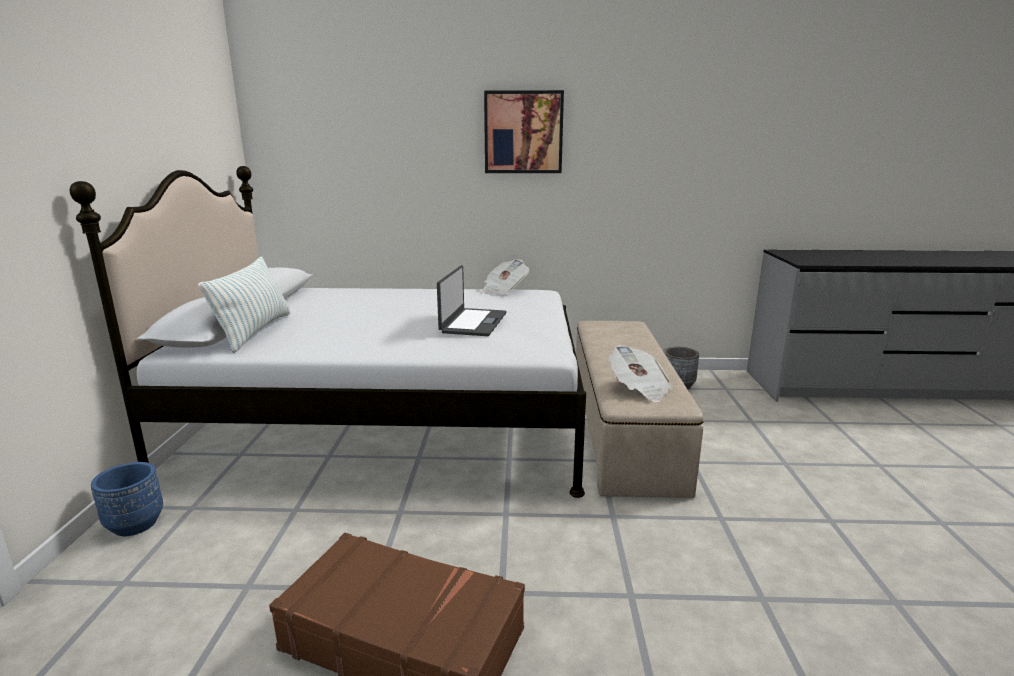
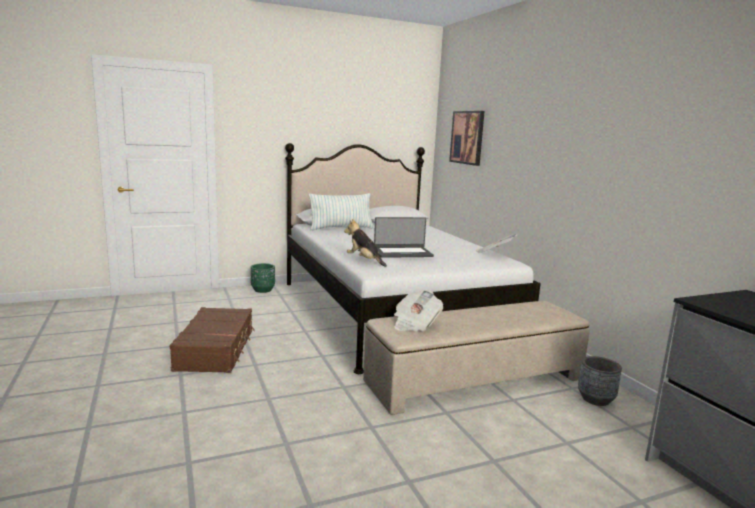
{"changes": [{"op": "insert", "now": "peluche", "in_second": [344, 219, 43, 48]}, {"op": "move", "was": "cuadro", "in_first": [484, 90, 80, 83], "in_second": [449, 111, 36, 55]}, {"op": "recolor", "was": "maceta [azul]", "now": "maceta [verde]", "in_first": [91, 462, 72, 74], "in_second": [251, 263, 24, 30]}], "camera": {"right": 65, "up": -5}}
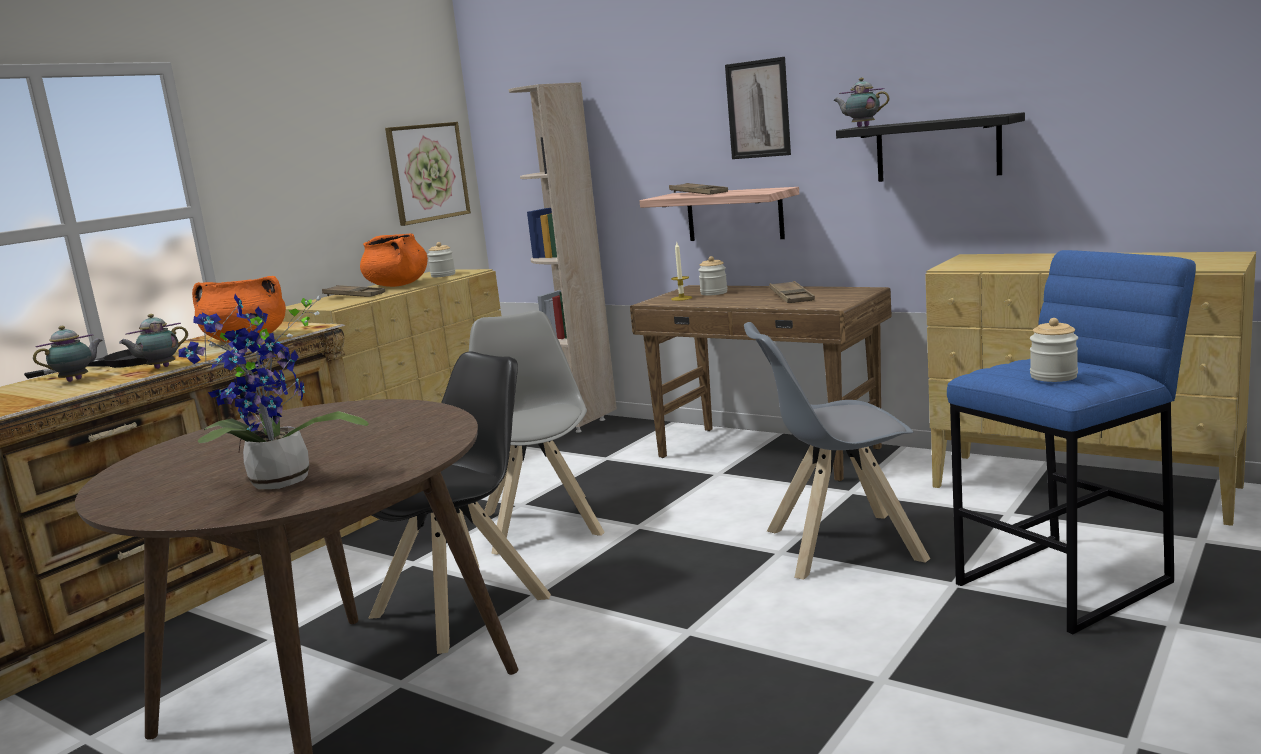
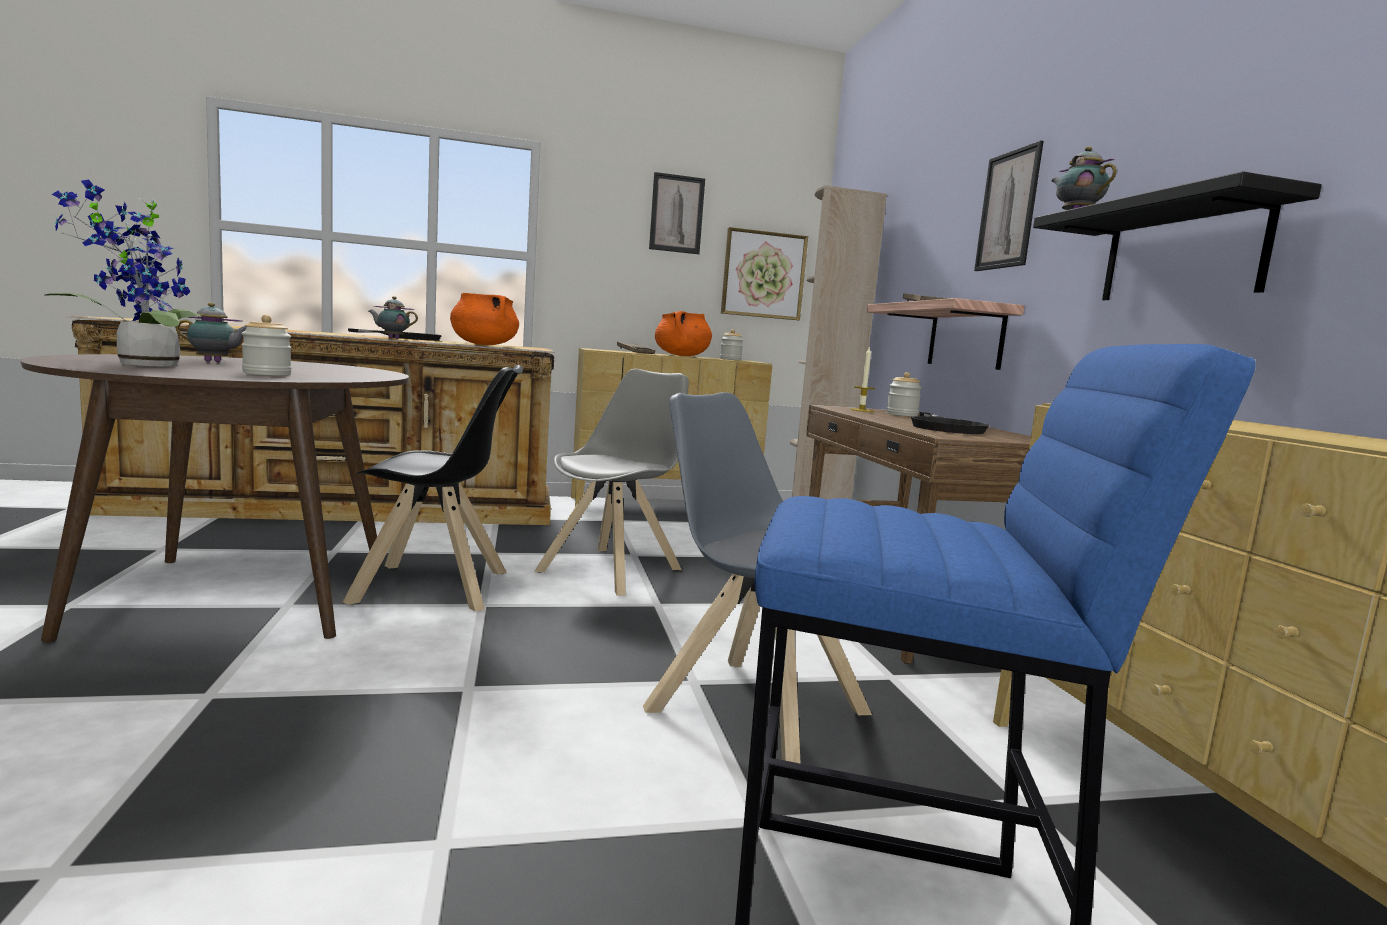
{"changes": [{"op": "insert", "now": "cuadro", "in_second": [649, 172, 56, 82]}, {"op": "move", "was": "tetera", "in_first": [33, 326, 69, 56], "in_second": [176, 303, 71, 59]}, {"op": "move", "was": "tarro", "in_first": [1030, 318, 48, 64], "in_second": [241, 315, 51, 61]}, {"op": "replace", "was": "bandeja [marrón]", "now": "sartén [negro]", "in_first": [769, 281, 46, 22], "in_second": [911, 412, 78, 22]}], "camera": {"right": 40, "up": -5}}
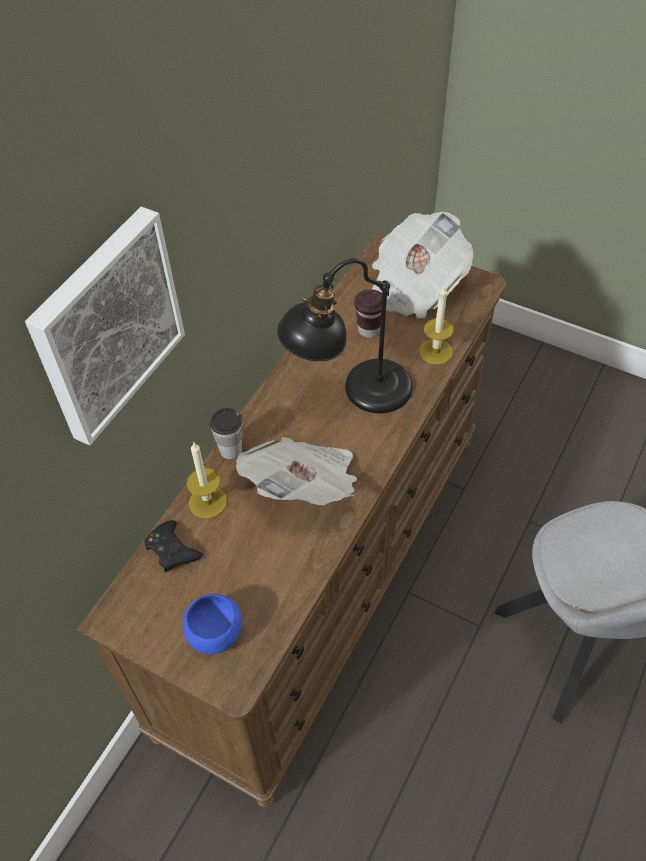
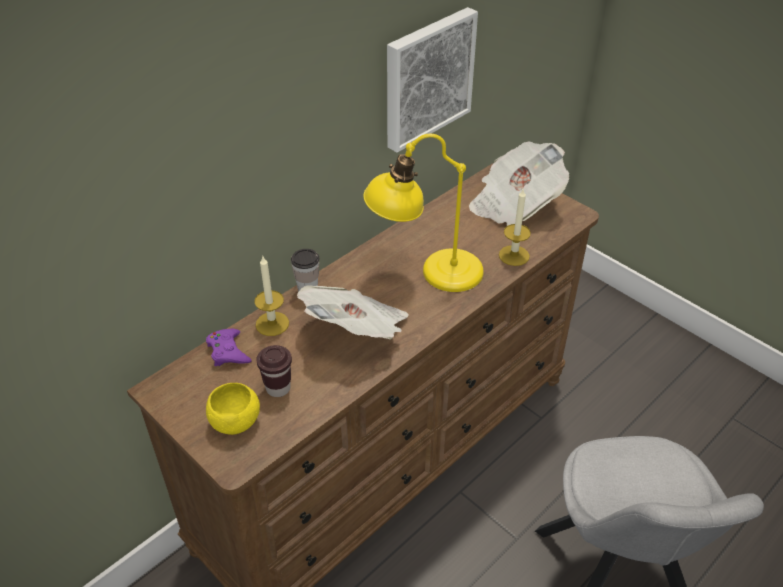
{"changes": [{"op": "move", "was": "cuadro", "in_first": [25, 207, 160, 239], "in_second": [387, 7, 91, 146]}, {"op": "move", "was": "taza [marrón]", "in_first": [354, 289, 28, 49], "in_second": [256, 345, 36, 52]}, {"op": "recolor", "was": "mando de consola [negro]", "now": "mando de consola [morado]", "in_first": [144, 520, 59, 53], "in_second": [206, 329, 46, 37]}, {"op": "recolor", "was": "cuenco [azul]", "now": "cuenco [amarillo]", "in_first": [183, 594, 59, 60], "in_second": [206, 383, 54, 52]}, {"op": "recolor", "was": "lámpara de mesa [negro]", "now": "lámpara de mesa [amarillo]", "in_first": [277, 259, 136, 154], "in_second": [363, 134, 121, 158]}], "camera": {"right": 15, "up": -10}}
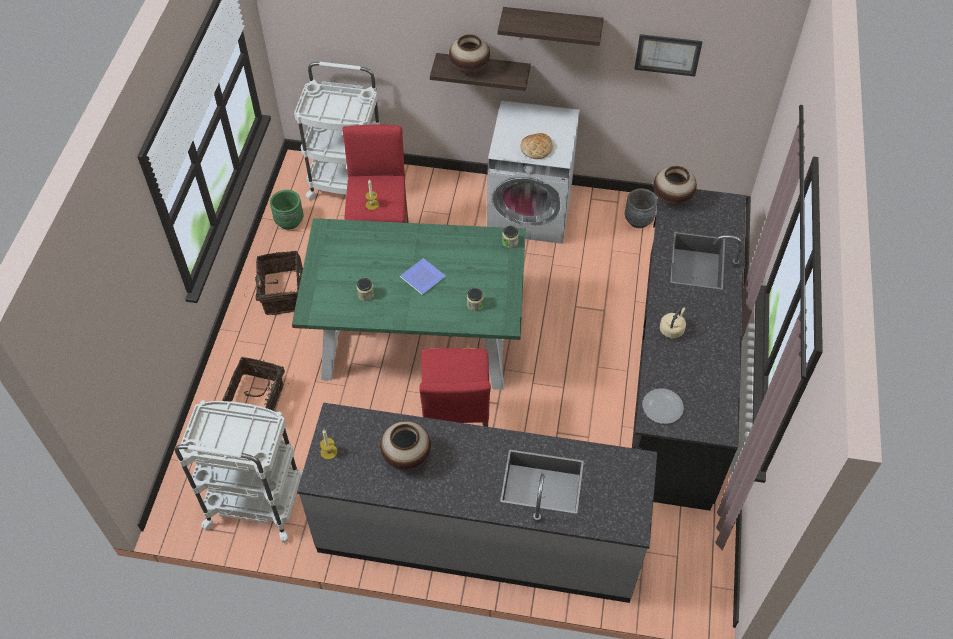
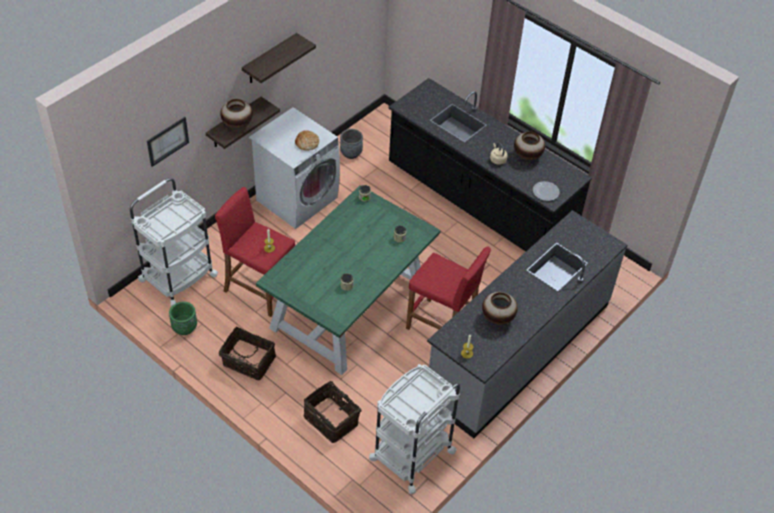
{"changes": [{"op": "delete", "was": "plato", "in_first": [400, 258, 46, 37]}, {"op": "move", "was": "cuadro", "in_first": [634, 34, 69, 43], "in_second": [147, 117, 42, 50]}, {"op": "move", "was": "florero", "in_first": [654, 166, 43, 40], "in_second": [514, 132, 31, 29]}], "camera": {"right": -60, "up": -5}}
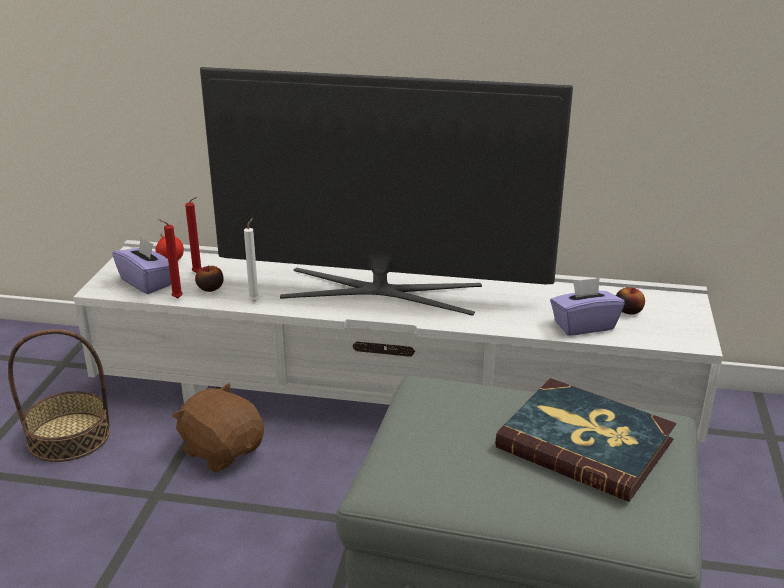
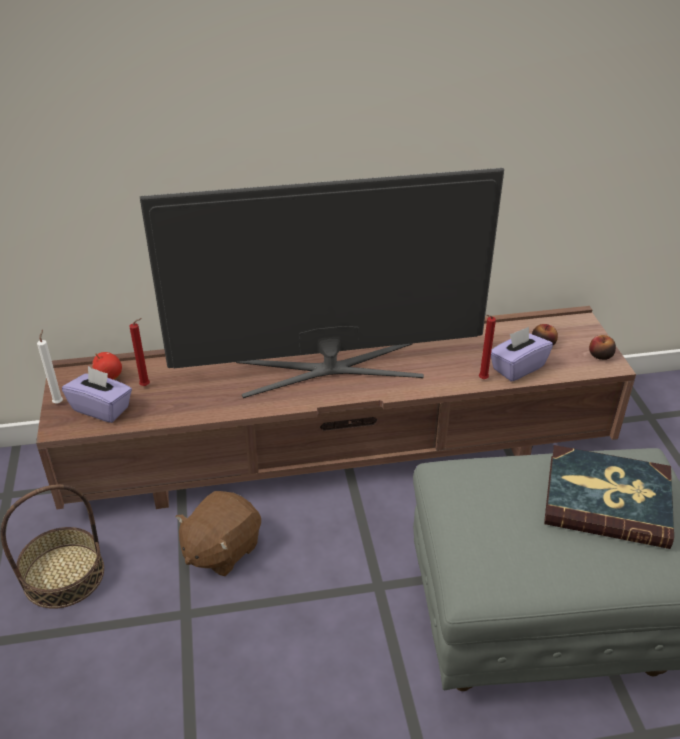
{"changes": [{"op": "move", "was": "vela [rojo]", "in_first": [158, 219, 25, 79], "in_second": [479, 315, 17, 64]}, {"op": "move", "was": "manzana", "in_first": [195, 265, 29, 27], "in_second": [589, 335, 27, 25]}, {"op": "move", "was": "vela [blanco]", "in_first": [244, 218, 16, 84], "in_second": [37, 330, 26, 73]}, {"op": "recolor", "was": "mueble de televisión [blanco]", "now": "mueble de televisión [marrón]", "in_first": [74, 240, 649, 202], "in_second": [36, 306, 600, 203]}, {"op": "rotate", "was": "peluche [marrón]", "in_first": [172, 383, 92, 89], "in_second": [176, 491, 85, 85], "clockwise": -75}], "camera": {"right": -20, "up": 10}}
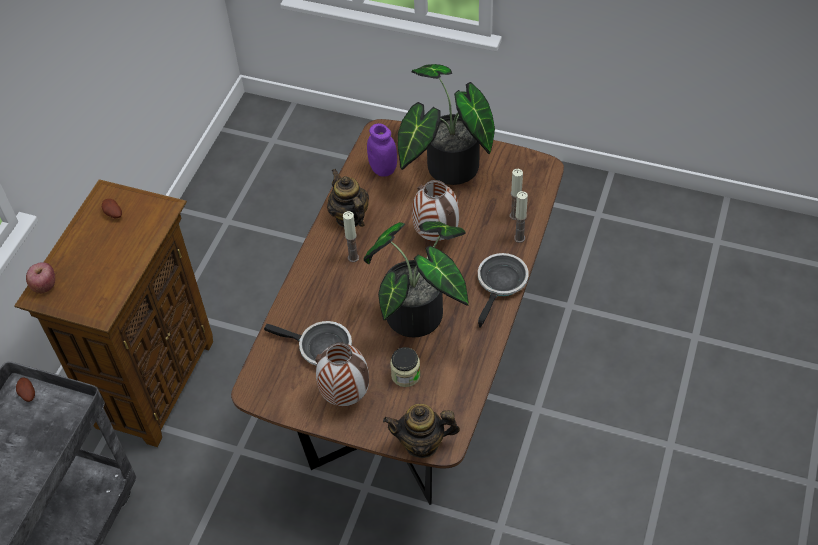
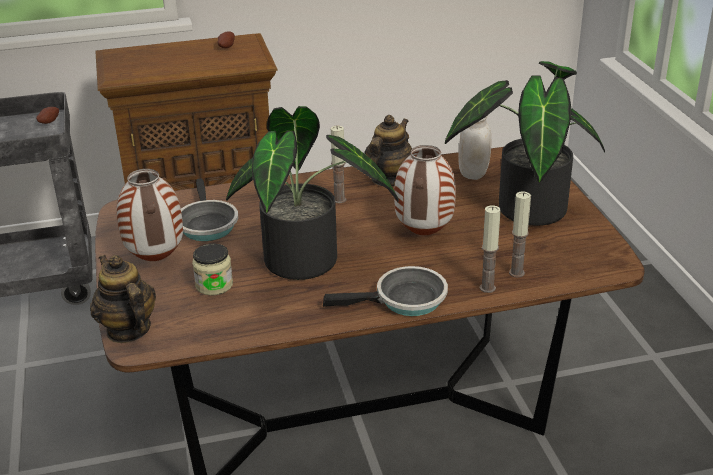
{"changes": [{"op": "delete", "was": "manzana", "in_first": [26, 262, 29, 32]}, {"op": "recolor", "was": "tarro [morado]", "now": "tarro [blanco]", "in_first": [367, 123, 30, 54], "in_second": [458, 115, 33, 65]}], "camera": {"right": 55, "up": -20}}
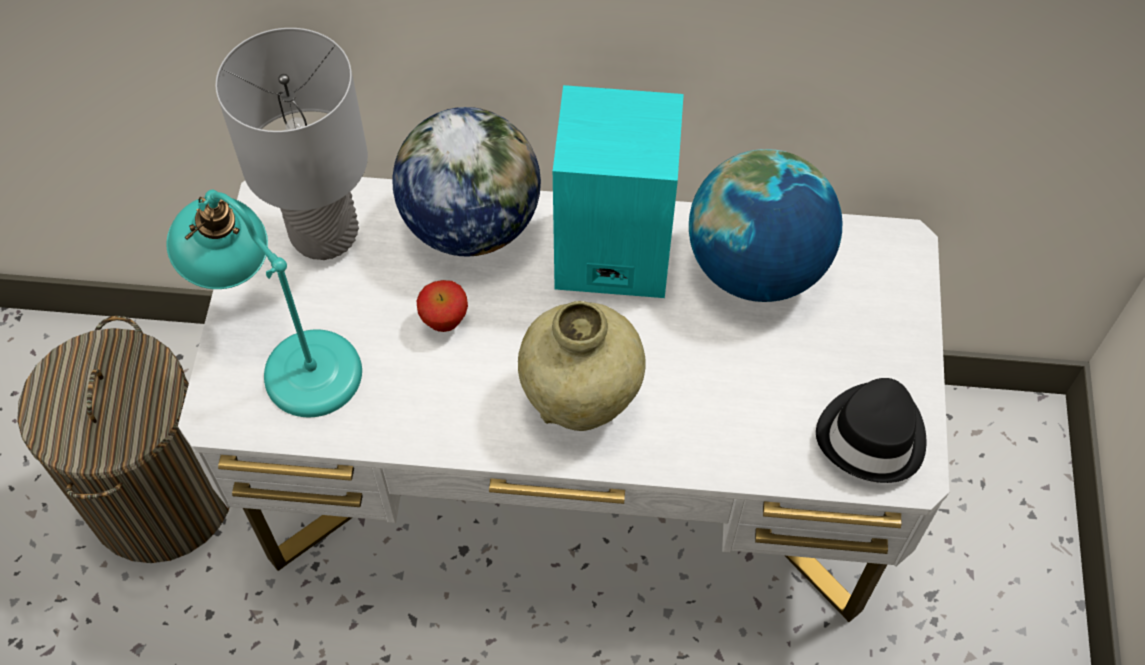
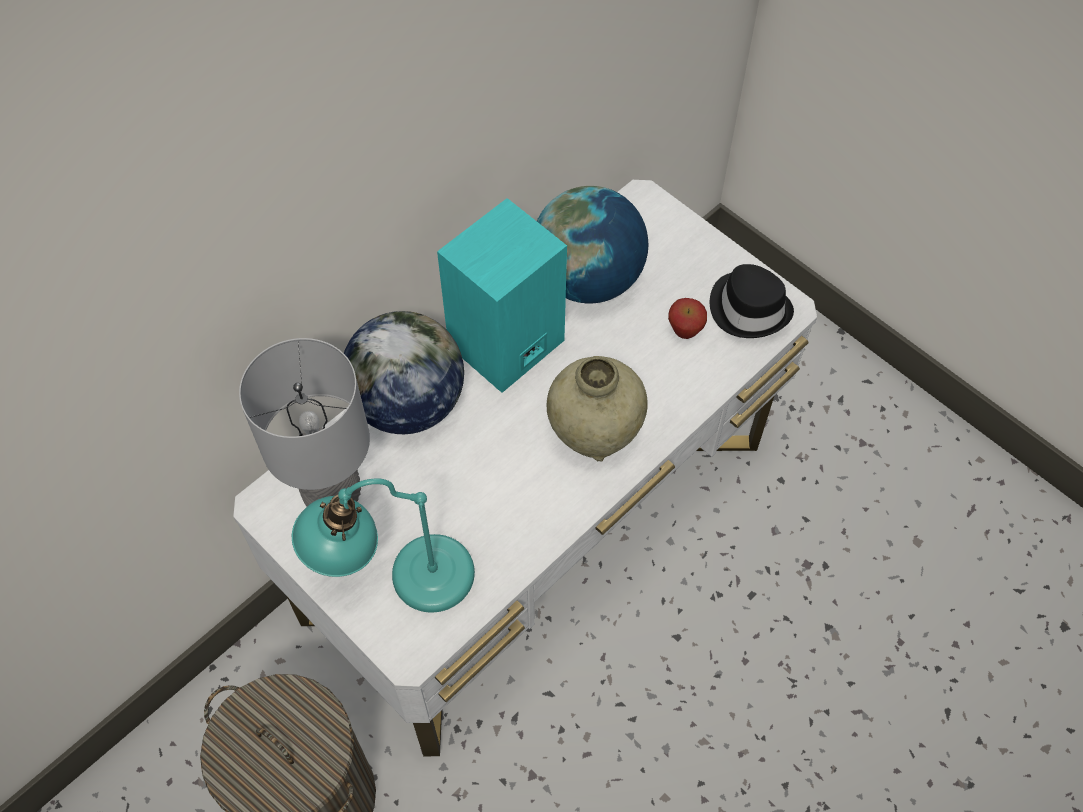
{"changes": [{"op": "move", "was": "manzana", "in_first": [417, 280, 51, 52], "in_second": [668, 298, 39, 41]}], "camera": {"right": -50, "up": 0}}
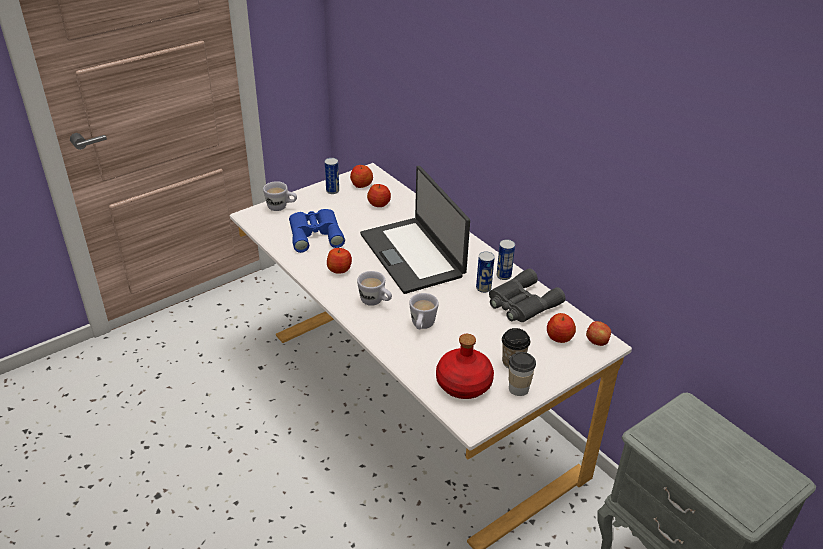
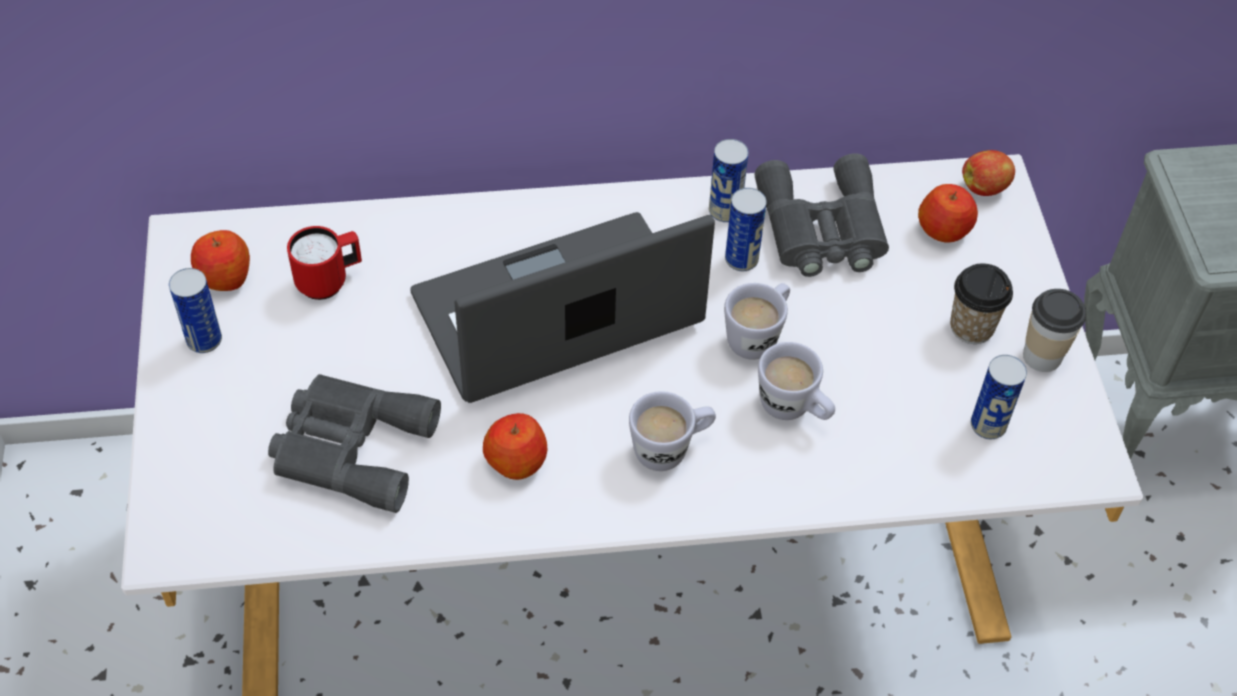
{"changes": [{"op": "move", "was": "taza grande [blanco]", "in_first": [263, 181, 34, 30], "in_second": [724, 283, 66, 77]}, {"op": "replace", "was": "manzana", "now": "taza grande [rojo]", "in_first": [367, 184, 24, 23], "in_second": [287, 226, 75, 74]}, {"op": "replace", "was": "botella [rojo]", "now": "lata", "in_first": [436, 334, 58, 65], "in_second": [971, 355, 56, 84]}, {"op": "recolor", "was": "prismáticos [azul]", "now": "prismáticos [gris]", "in_first": [289, 209, 56, 44], "in_second": [268, 374, 173, 139]}, {"op": "rotate", "was": "portátil", "in_first": [360, 166, 110, 128], "in_second": [410, 212, 305, 191], "clockwise": 150}], "camera": {"right": -60, "up": 15}}
